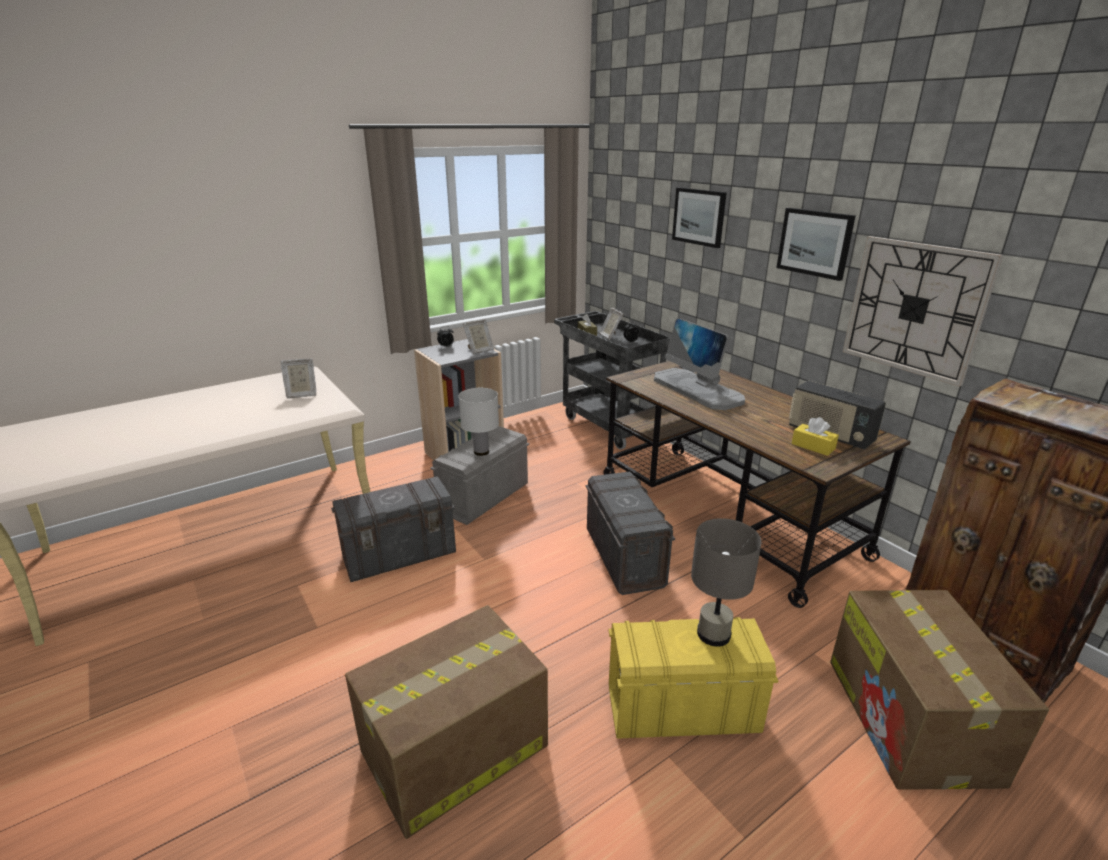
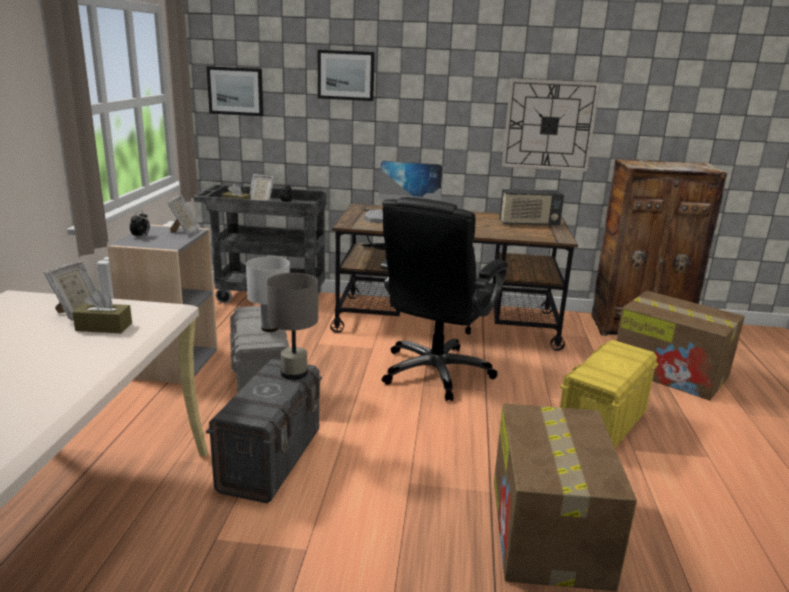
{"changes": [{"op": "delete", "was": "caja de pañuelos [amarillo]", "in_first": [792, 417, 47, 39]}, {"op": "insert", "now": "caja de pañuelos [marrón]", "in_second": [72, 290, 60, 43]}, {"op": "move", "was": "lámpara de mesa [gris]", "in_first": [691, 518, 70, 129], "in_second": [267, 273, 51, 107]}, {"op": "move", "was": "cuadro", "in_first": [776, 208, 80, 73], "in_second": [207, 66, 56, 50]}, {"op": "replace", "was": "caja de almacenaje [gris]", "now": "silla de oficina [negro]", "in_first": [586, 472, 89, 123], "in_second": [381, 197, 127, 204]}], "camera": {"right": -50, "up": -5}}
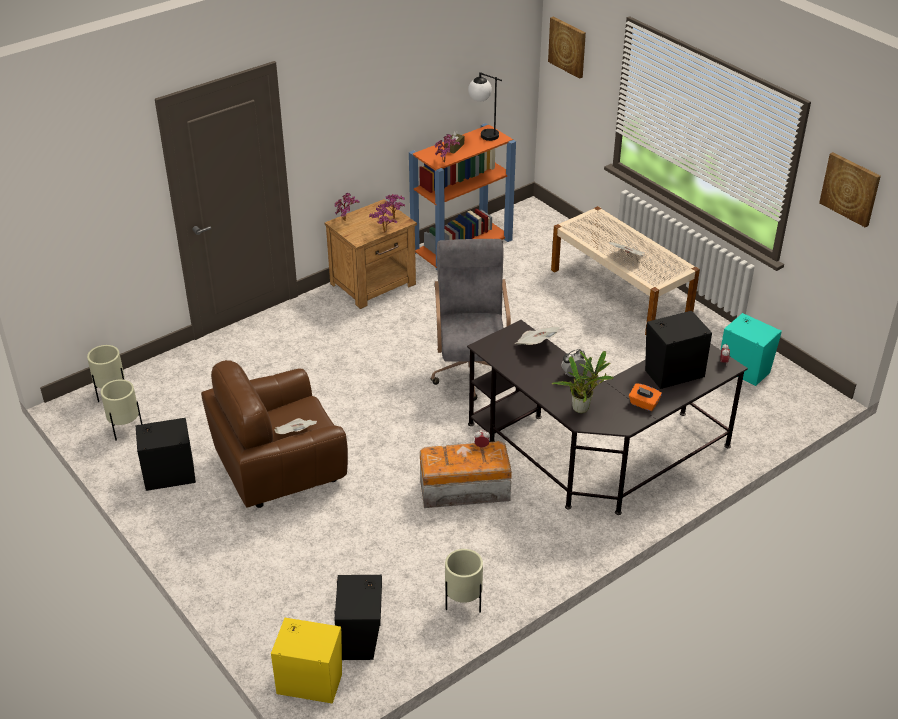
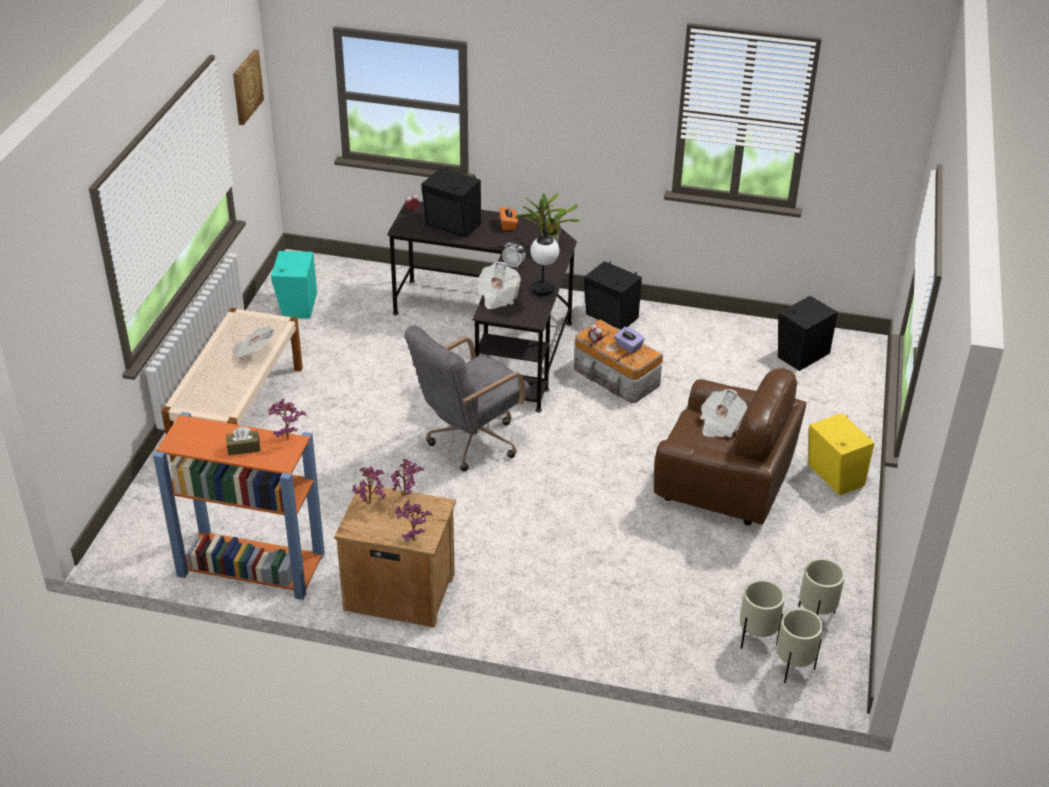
{"changes": [{"op": "delete", "was": "cuadro", "in_first": [548, 17, 38, 62]}, {"op": "insert", "now": "caja de pañuelos [morado]", "in_second": [614, 327, 30, 26]}, {"op": "move", "was": "altavoz [negro]", "in_first": [136, 418, 60, 73], "in_second": [584, 261, 58, 69]}, {"op": "move", "was": "altavoz [amarillo]", "in_first": [271, 618, 71, 86], "in_second": [808, 413, 66, 83]}, {"op": "move", "was": "maceta [beis]", "in_first": [445, 549, 38, 64], "in_second": [740, 580, 45, 69]}, {"op": "move", "was": "lámpara de mesa", "in_first": [468, 72, 34, 69], "in_second": [530, 214, 29, 82]}], "camera": {"right": -130, "up": 0}}
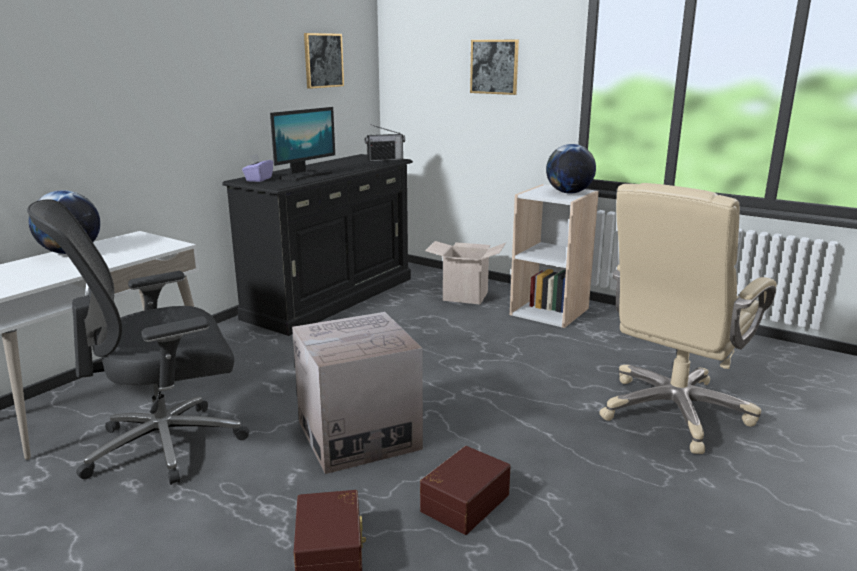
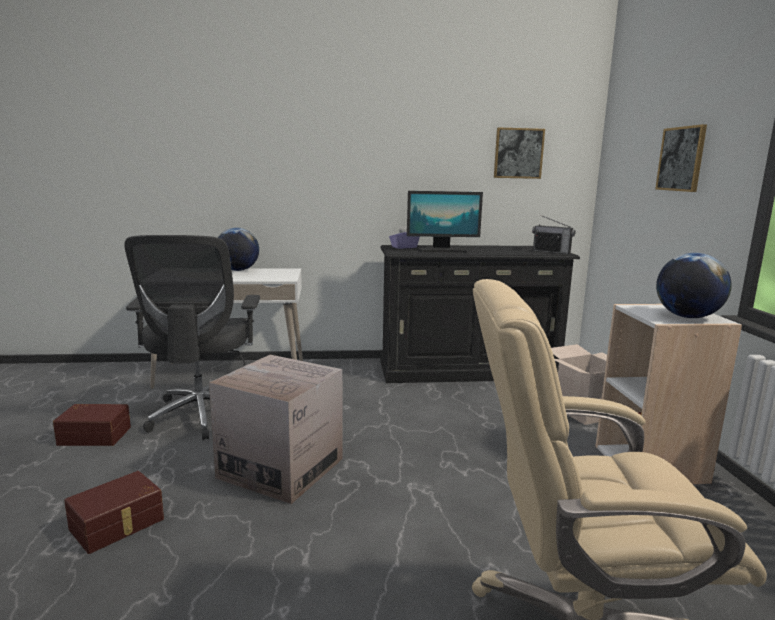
{"changes": [{"op": "move", "was": "caja de almacenaje [marrón]", "in_first": [420, 446, 90, 89], "in_second": [53, 404, 78, 42]}, {"op": "rotate", "was": "silla de oficina", "in_first": [27, 199, 222, 286], "in_second": [124, 235, 136, 205], "clockwise": -120}], "camera": {"right": 50, "up": -5}}
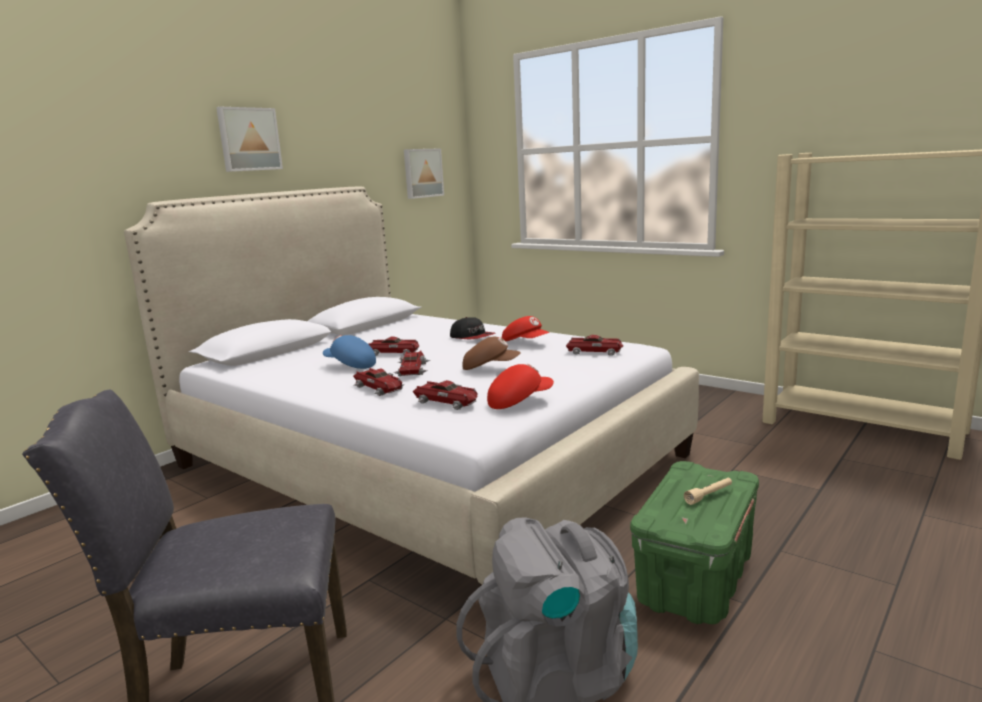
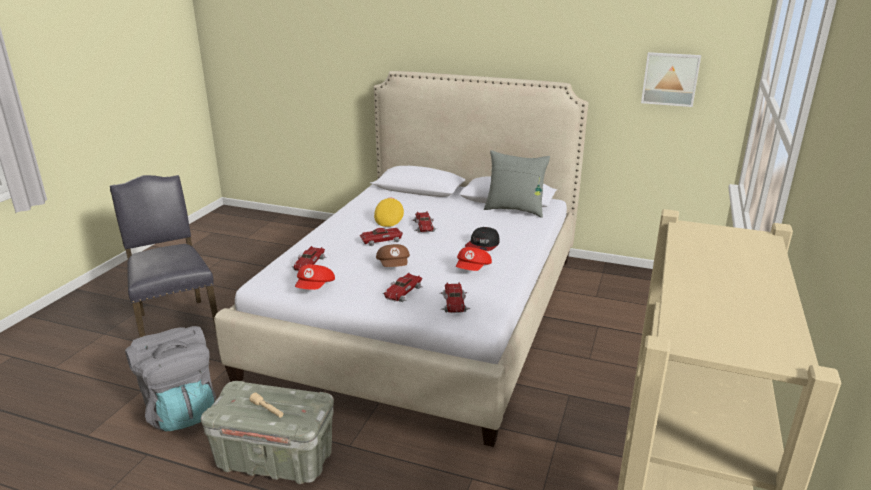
{"changes": [{"op": "delete", "was": "cuadro", "in_first": [216, 107, 67, 65]}, {"op": "insert", "now": "cojín [gris]", "in_second": [484, 150, 66, 68]}, {"op": "move", "was": "coche de juguete", "in_first": [353, 368, 52, 28], "in_second": [383, 273, 39, 30]}, {"op": "recolor", "was": "gorra [azul]", "now": "gorra [amarillo]", "in_first": [323, 335, 53, 34], "in_second": [374, 197, 30, 30]}, {"op": "recolor", "was": "caja de almacenaje [verde]", "now": "caja de almacenaje [gris]", "in_first": [630, 461, 129, 163], "in_second": [201, 381, 133, 103]}, {"op": "rotate", "was": "gorra [rojo]", "in_first": [487, 364, 67, 45], "in_second": [295, 264, 40, 26], "clockwise": 60}], "camera": {"right": 70, "up": 10}}
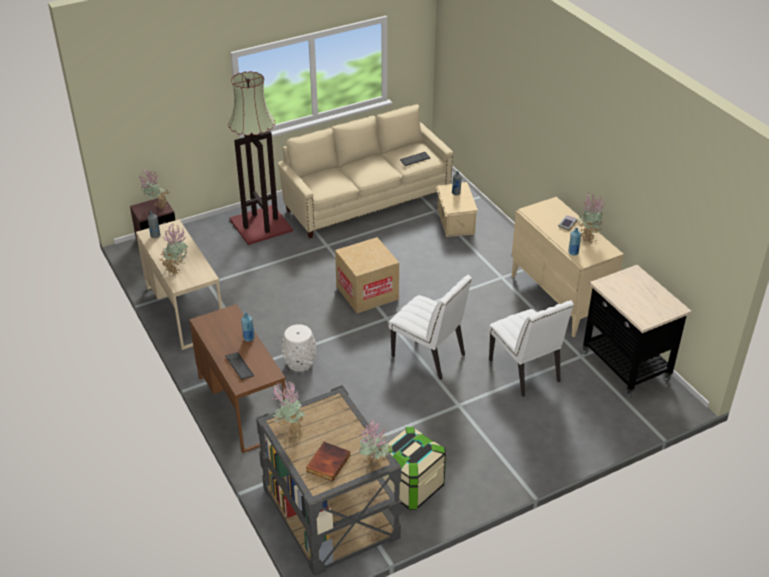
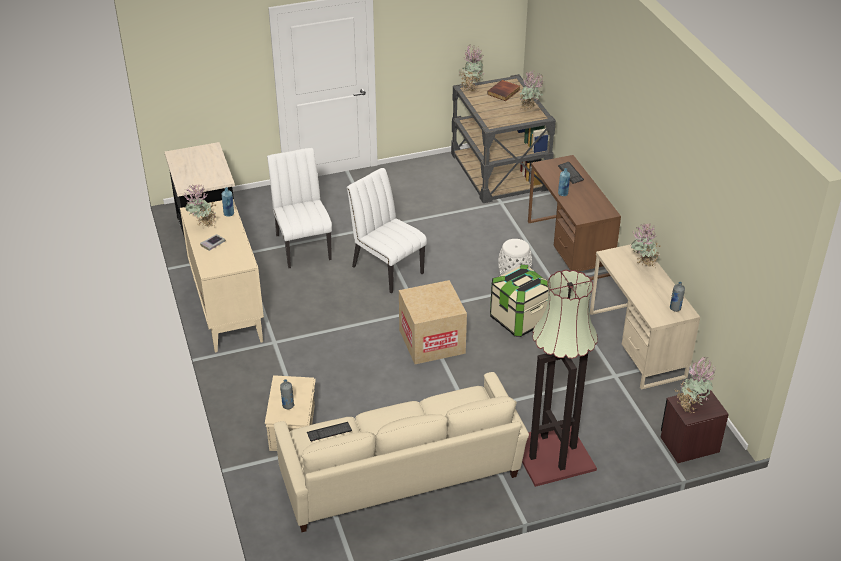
{"changes": [{"op": "move", "was": "caja de almacenaje", "in_first": [383, 427, 63, 83], "in_second": [490, 264, 58, 73]}], "camera": {"right": -170, "up": 0}}
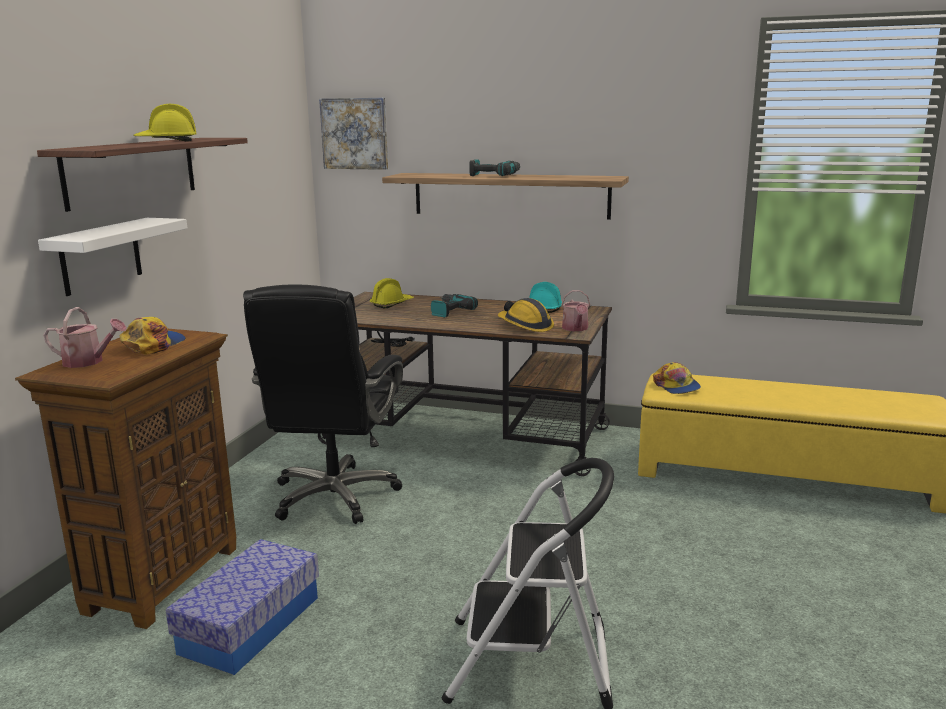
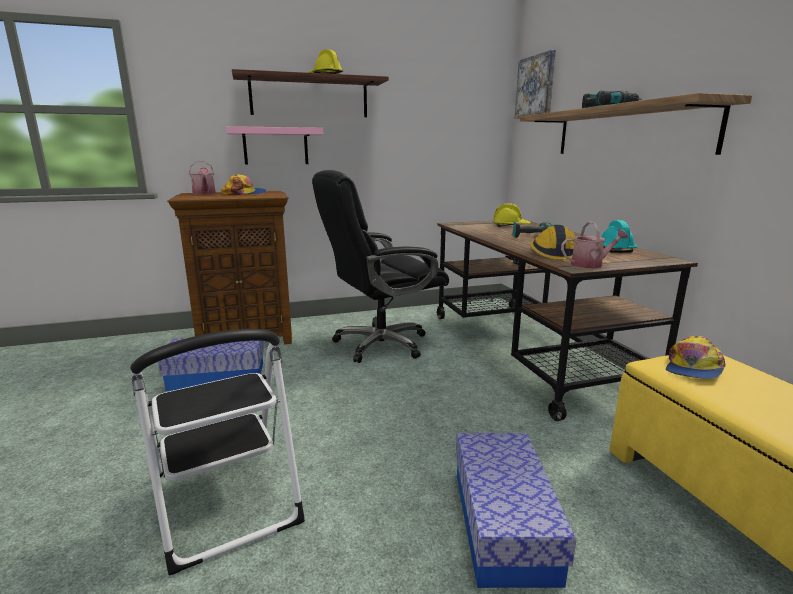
{"changes": [{"op": "insert", "now": "caja de almacenaje", "in_second": [456, 433, 120, 155]}, {"op": "recolor", "was": "estante [blanco]", "now": "estante [rosa]", "in_first": [38, 218, 149, 78], "in_second": [226, 126, 98, 39]}, {"op": "rotate", "was": "regadera", "in_first": [561, 290, 29, 41], "in_second": [561, 221, 68, 47], "clockwise": -150}], "camera": {"right": 55, "up": 0}}
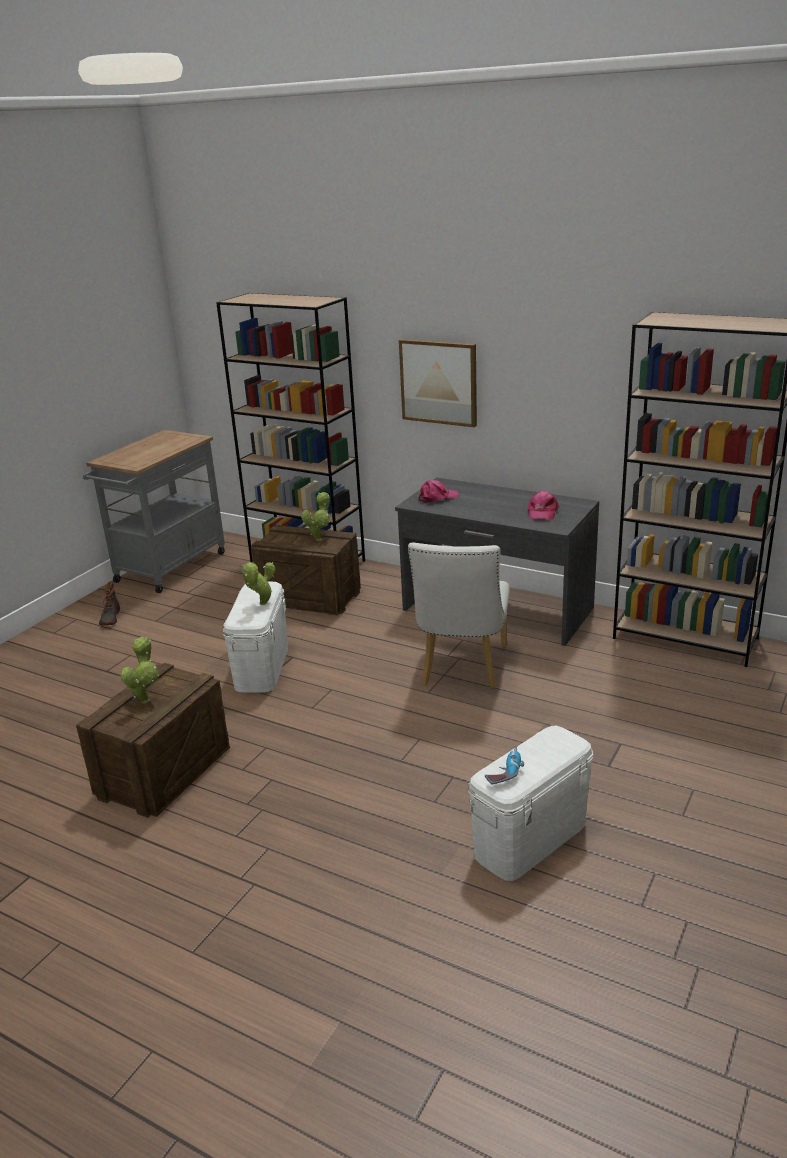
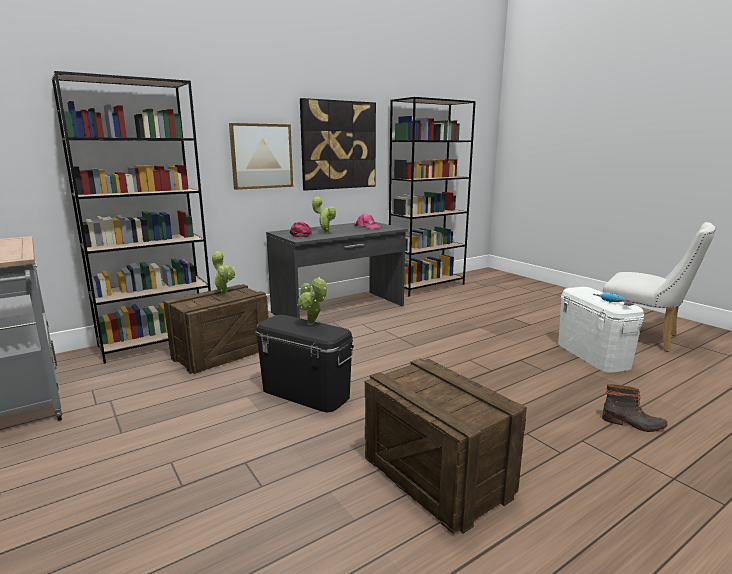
{"changes": [{"op": "insert", "now": "cuadro", "in_second": [300, 98, 76, 93]}, {"op": "move", "was": "bota", "in_first": [99, 581, 21, 44], "in_second": [602, 384, 66, 48]}, {"op": "move", "was": "planta en maceta", "in_first": [121, 637, 38, 66], "in_second": [312, 197, 24, 36]}, {"op": "move", "was": "silla [blanco]", "in_first": [408, 542, 102, 147], "in_second": [603, 222, 113, 130]}, {"op": "recolor", "was": "caja de almacenaje [blanco]", "now": "caja de almacenaje [negro]", "in_first": [223, 582, 65, 110], "in_second": [256, 315, 98, 97]}], "camera": {"right": -65, "up": -10}}
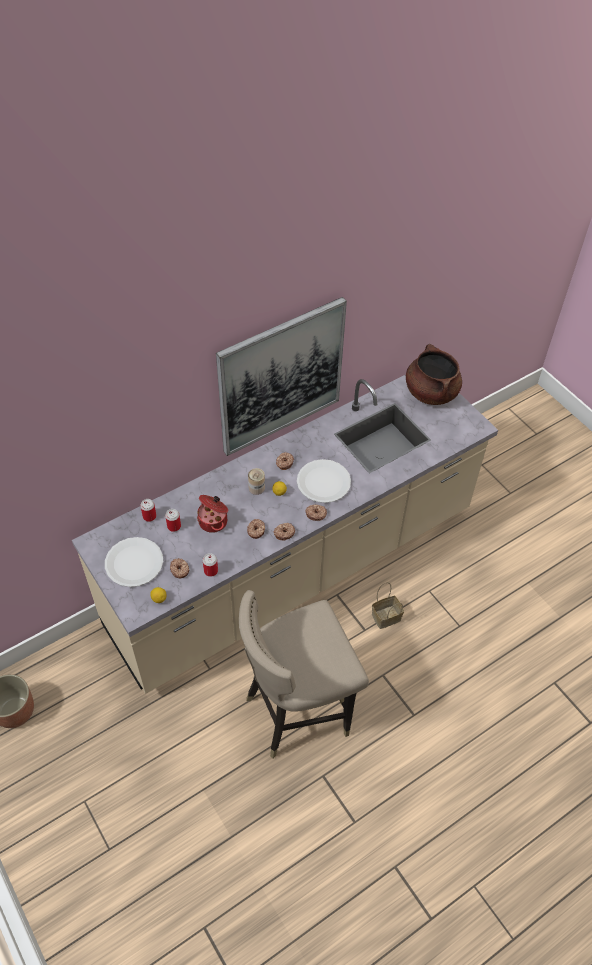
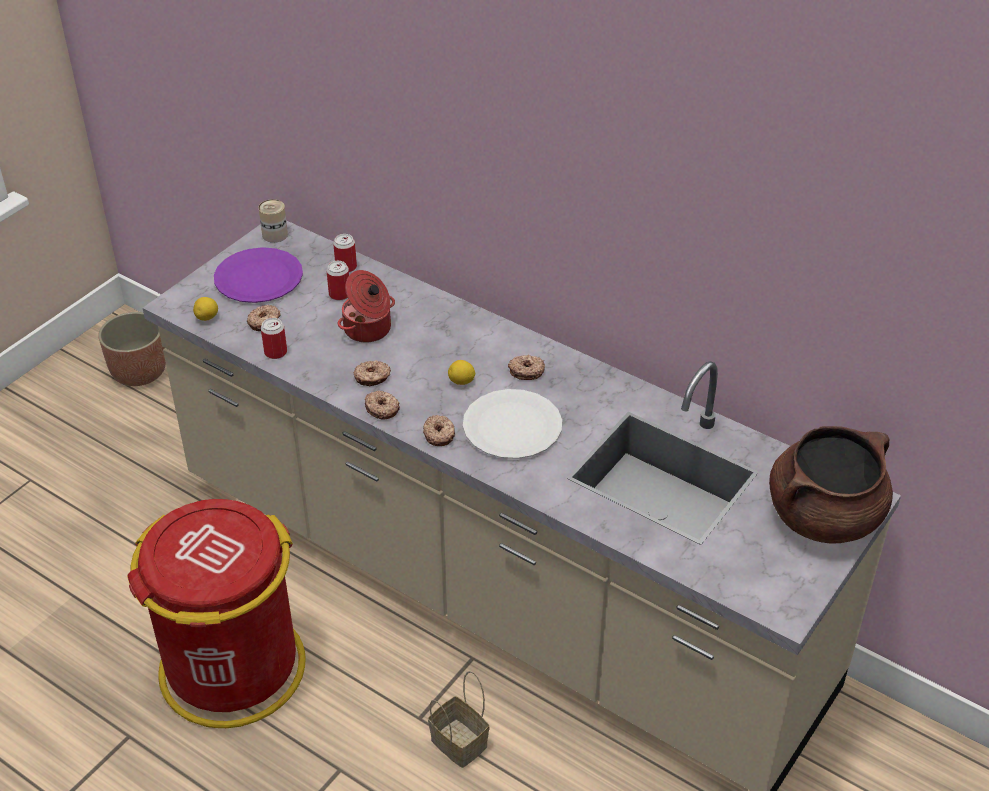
{"changes": [{"op": "delete", "was": "cuadro", "in_first": [216, 297, 131, 159]}, {"op": "move", "was": "lata", "in_first": [248, 468, 17, 27], "in_second": [258, 199, 30, 44]}, {"op": "replace", "was": "taburete [beis]", "now": "papelera [rojo]", "in_first": [239, 590, 130, 168], "in_second": [127, 499, 179, 229]}, {"op": "recolor", "was": "plato [blanco]", "now": "plato [morado]", "in_first": [105, 537, 58, 50], "in_second": [214, 247, 89, 56]}], "camera": {"right": 70, "up": -10}}
